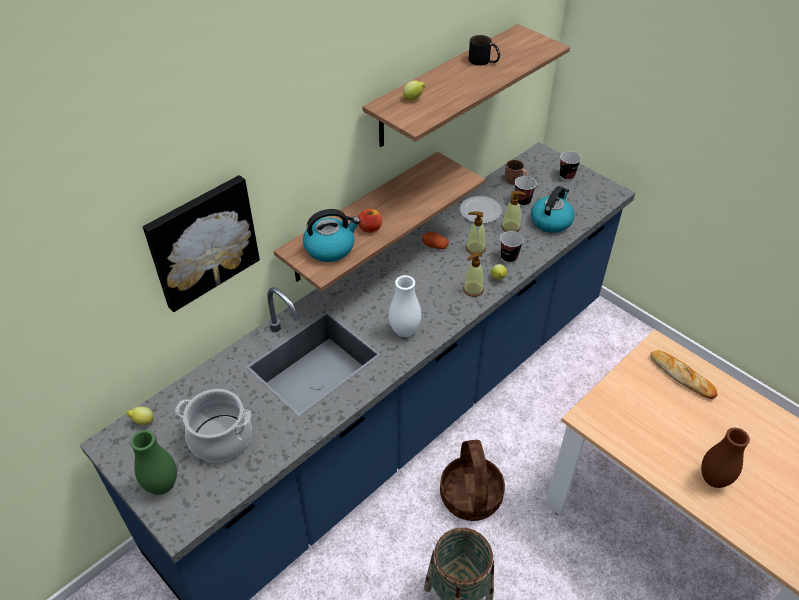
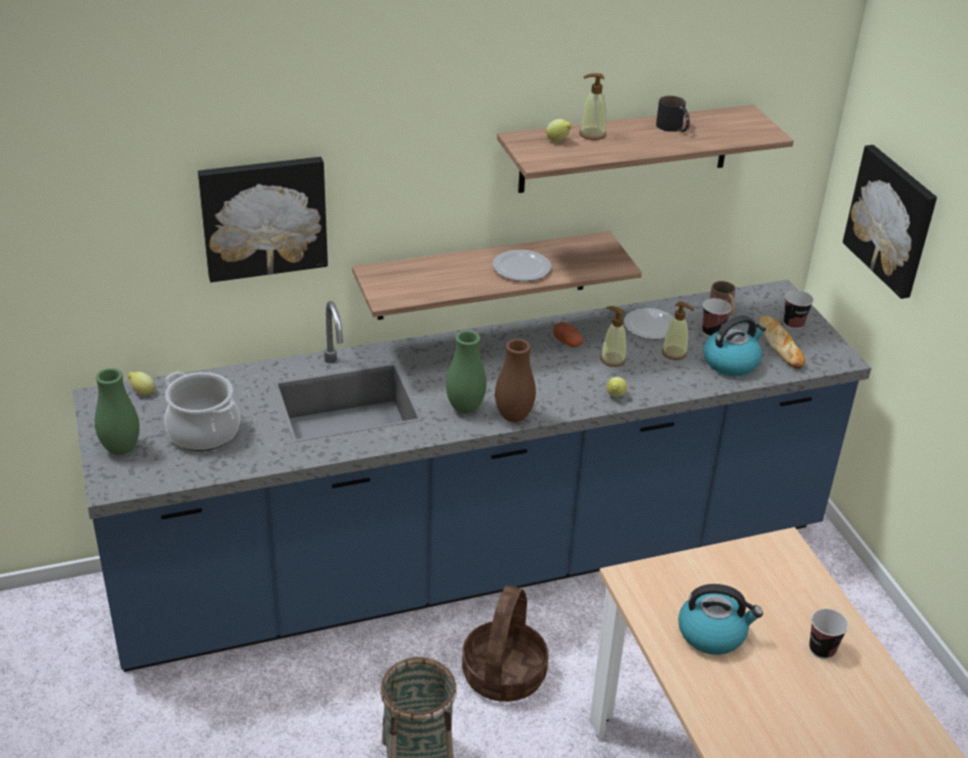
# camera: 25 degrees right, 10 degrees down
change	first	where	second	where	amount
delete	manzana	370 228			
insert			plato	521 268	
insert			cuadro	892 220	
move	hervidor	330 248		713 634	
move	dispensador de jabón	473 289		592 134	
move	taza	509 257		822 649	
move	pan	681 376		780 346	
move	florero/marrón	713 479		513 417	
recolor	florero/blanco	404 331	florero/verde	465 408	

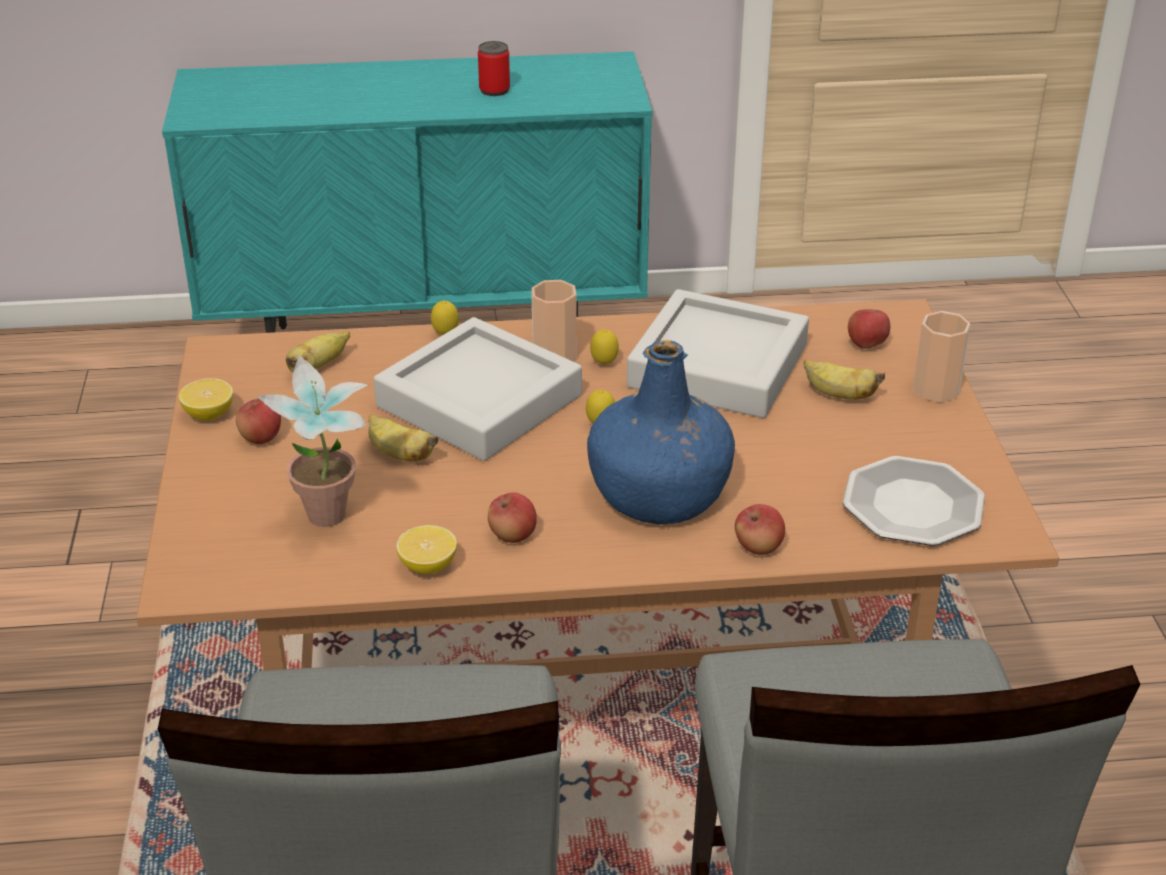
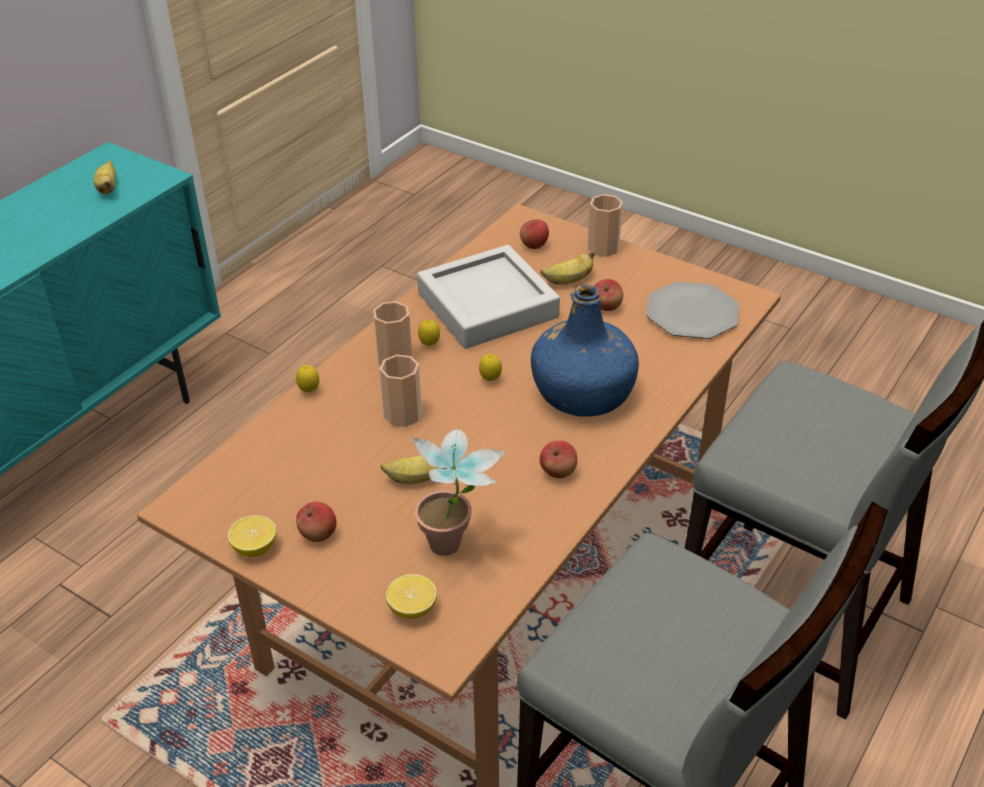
# camera: 50 degrees left, 5 degrees up
change	first	where	second	where	amount
delete	lata	494 90			
move	plátano	317 367		108 188	
move	limón	428 566		412 608	
move	manzana	758 548		606 307	
replace	bandeja/gris	479 401	taza	403 414	

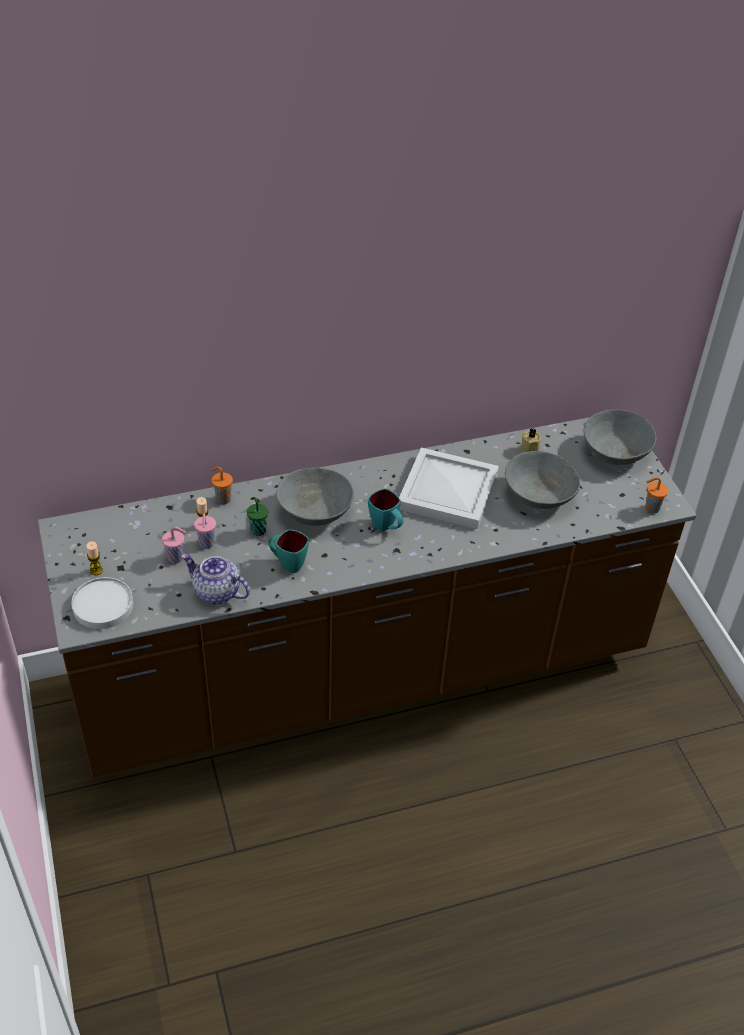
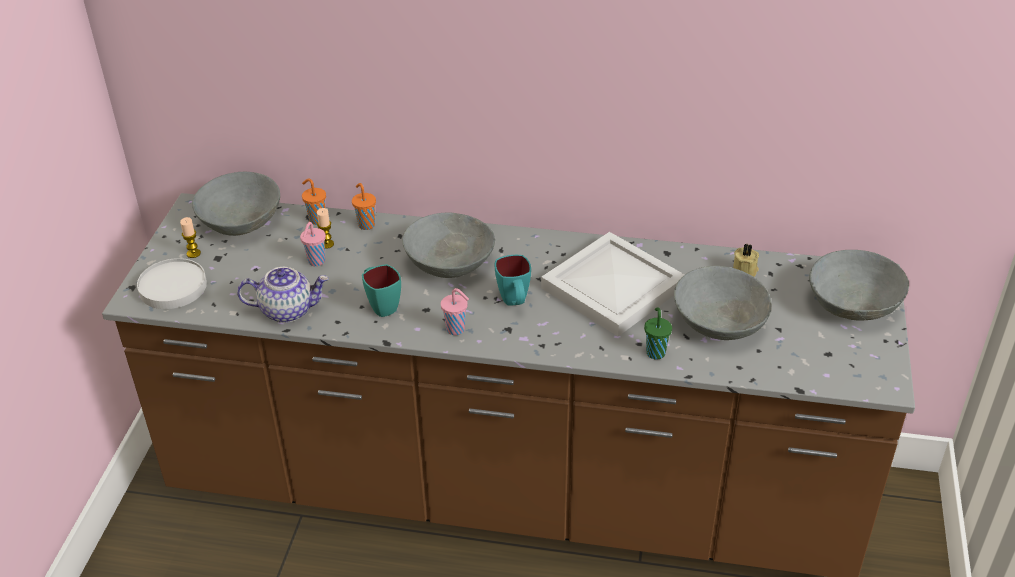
# camera: 30 degrees right, 5 degrees down
change	first	where	second	where	amount
insert			cuenco/gris	240 222	
move	taza/rosa	176 558		456 329	
move	taza/verde	257 530		655 352	
move	taza/naranja	651 508		316 219	
rotate	tetera	216 592		288 310	120 degrees clockwise

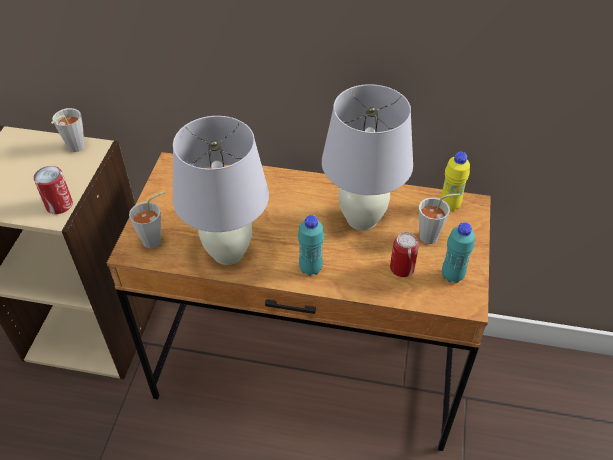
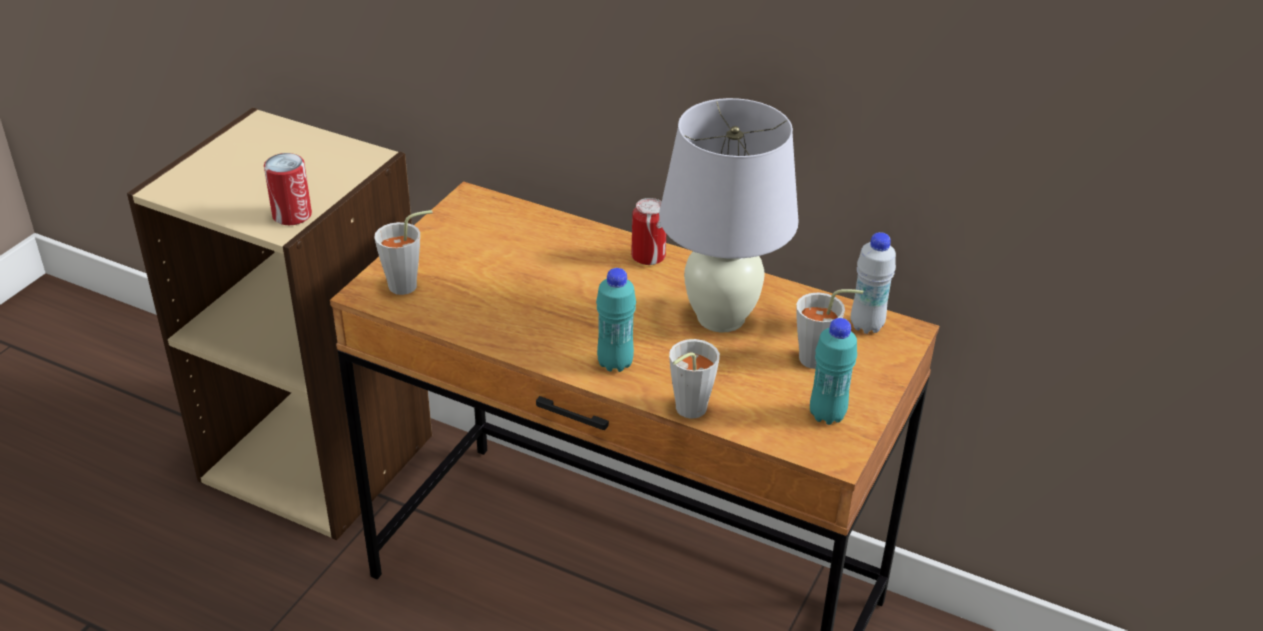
# camera: 15 degrees right, 10 degrees down
change	first	where	second	where	amount
delete	lámpara de mesa/blanco	229 252			
move	taza/gris	73 149		686 411	
move	lata	402 269		648 257	
recolor	botella/amarillo	449 205	botella/blanco	866 326	

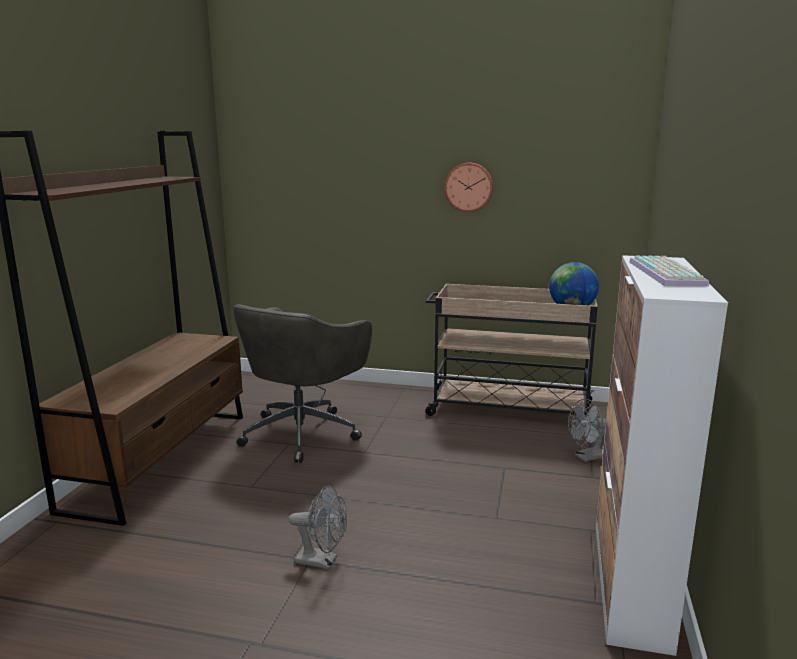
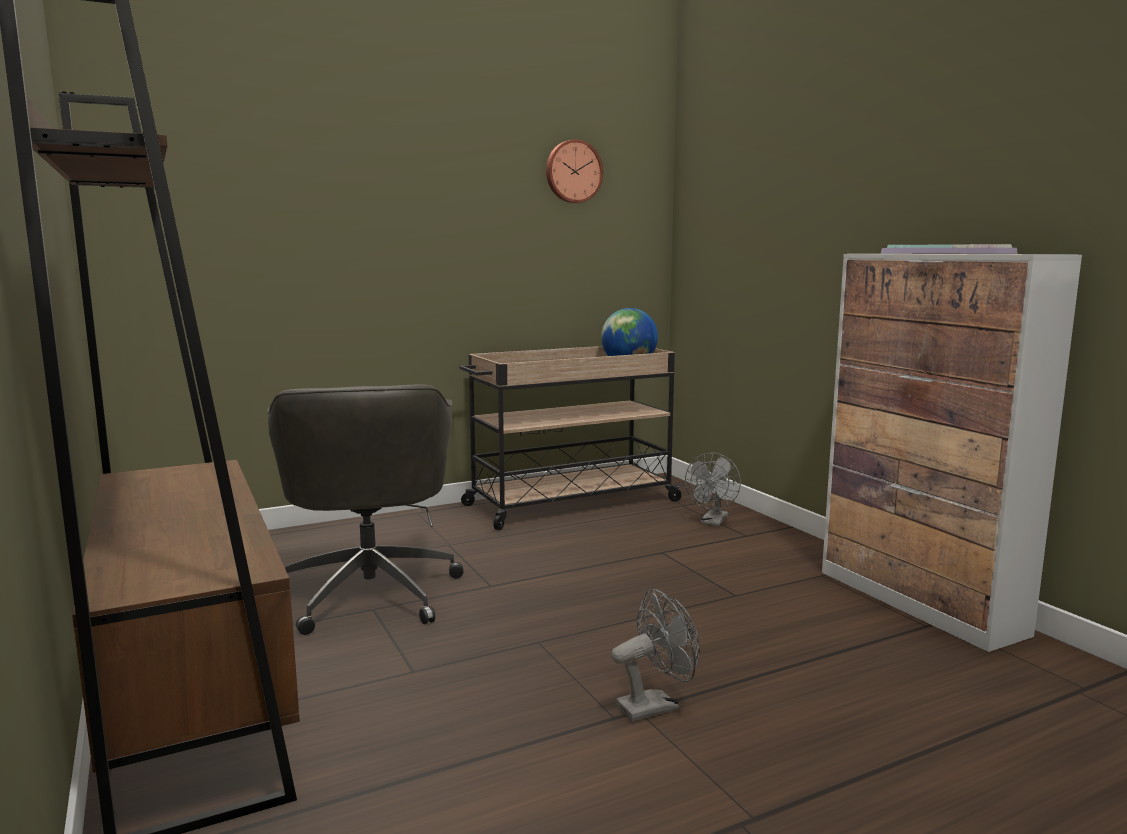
# camera: 40 degrees left, 5 degrees down
change	first	where	second	where	amount
move	reloj de pared	469 187		573 172	

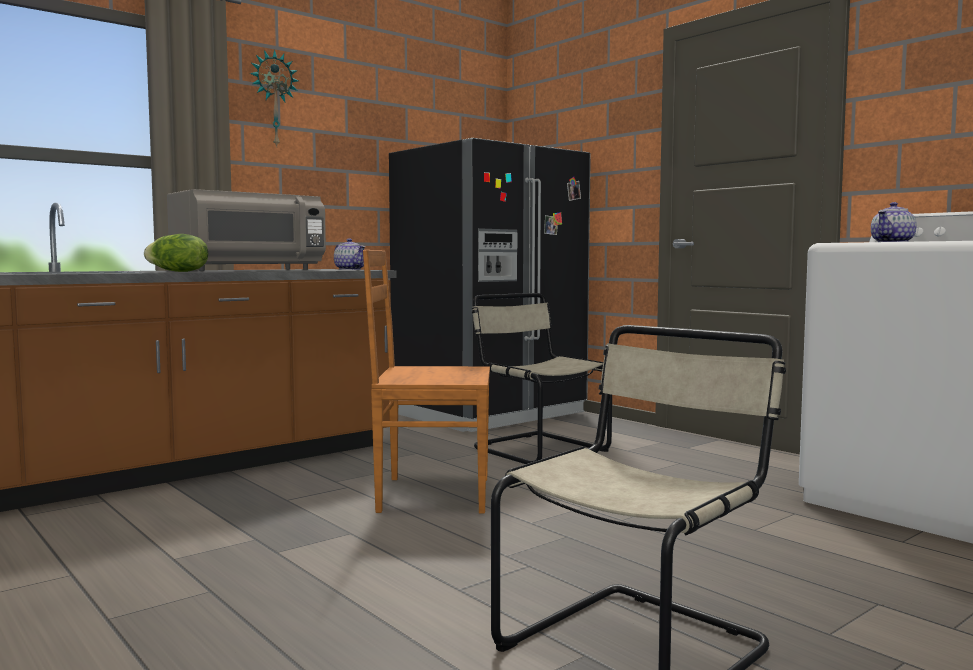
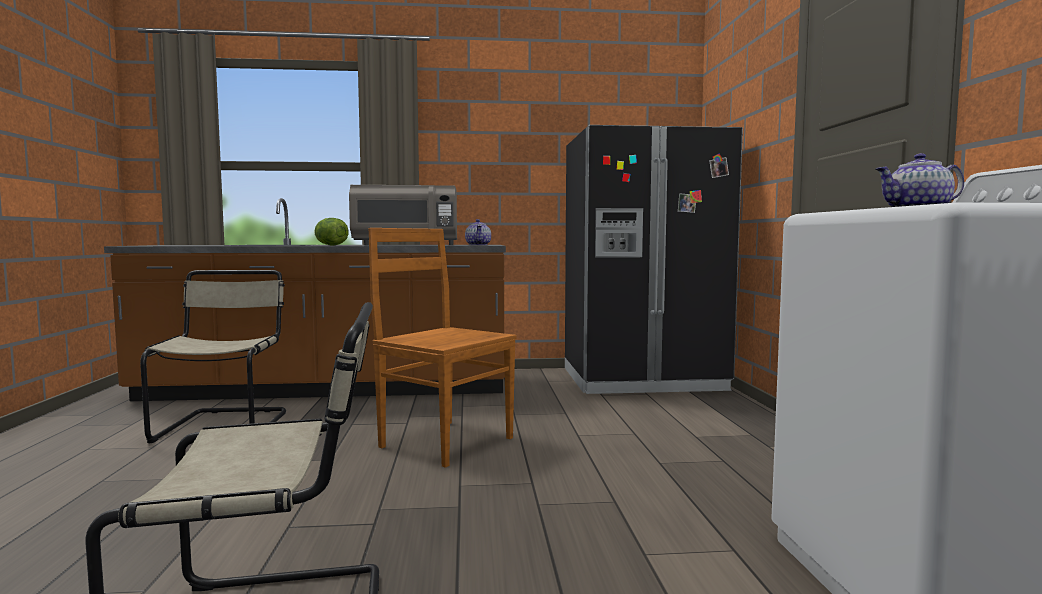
# camera: 35 degrees right, 0 degrees up
change	first	where	second	where	amount
delete	reloj de pared	273 99			
move	silla/beis	536 449		225 425	

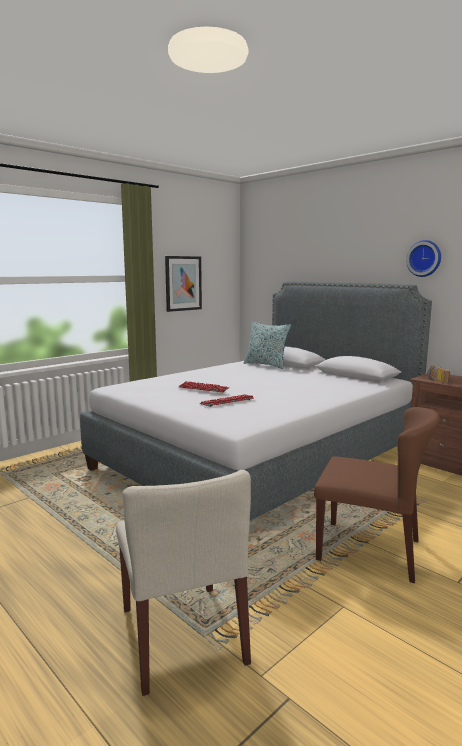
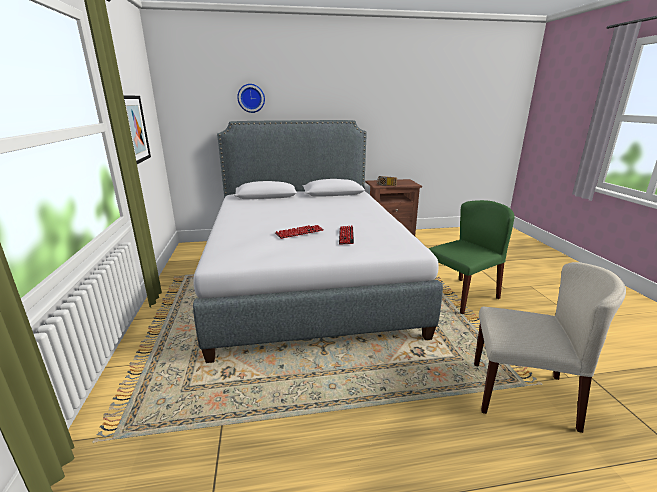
# camera: 55 degrees left, 10 degrees up
change	first	where	second	where	amount
delete	cojín	266 365			
move	reloj de pared	424 258		251 98	
recolor	silla/marrón	370 550	silla/verde	461 295	

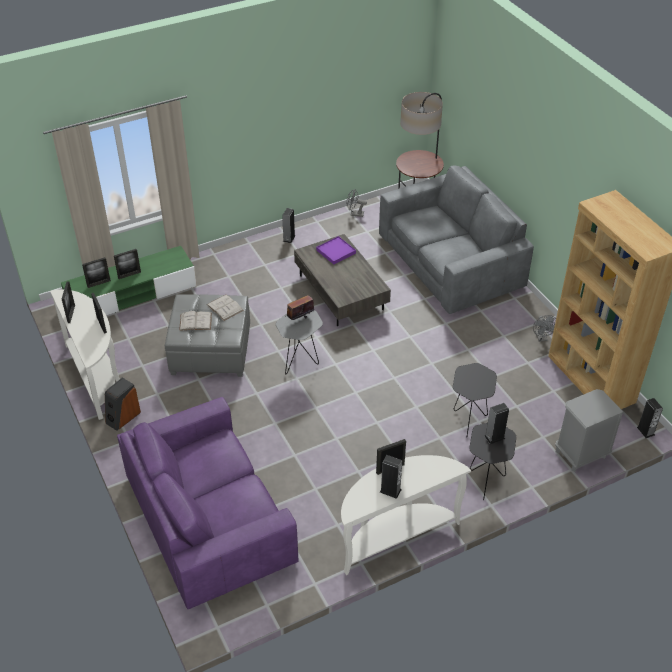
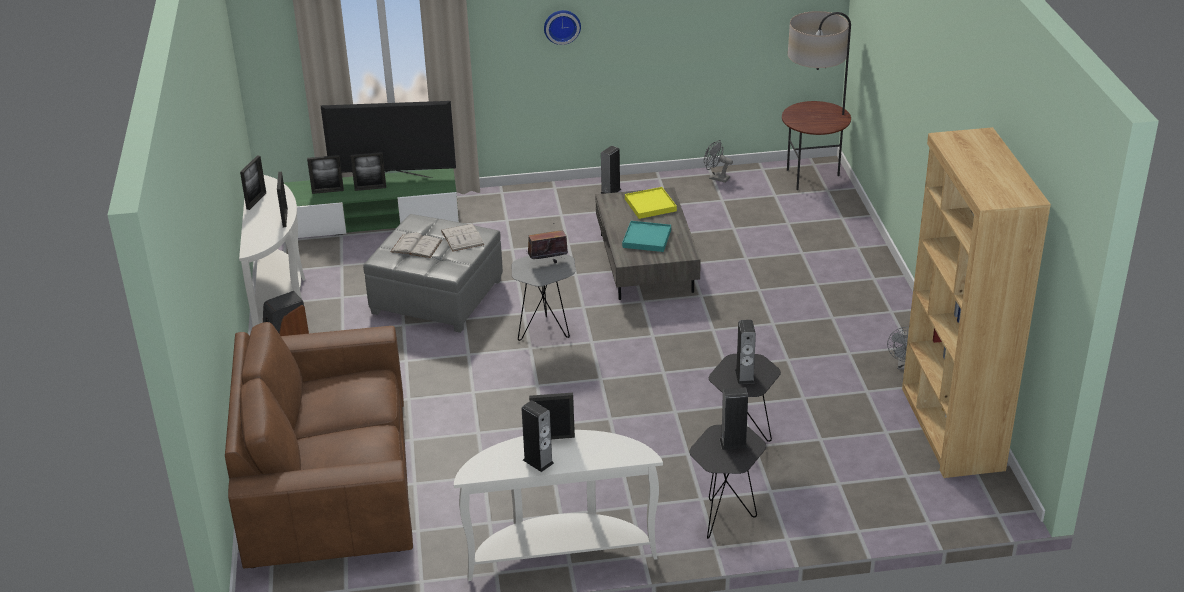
# camera: 20 degrees right, 10 degrees down
change	first	where	second	where	amount
delete	sofá/gris	451 261			
delete	mesita de noche/gris	580 454			
insert			televisor	393 178	
insert			reloj de pared	561 26	
insert			bandeja/turquesa	647 238	
move	altavoz	645 431		744 376	
recolor	sofá/morado	208 518	sofá/marrón	327 478	
recolor	bandeja/morado	336 252	bandeja/amarillo	650 205	

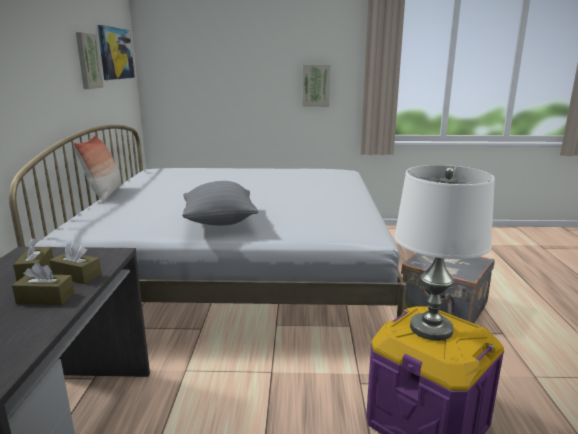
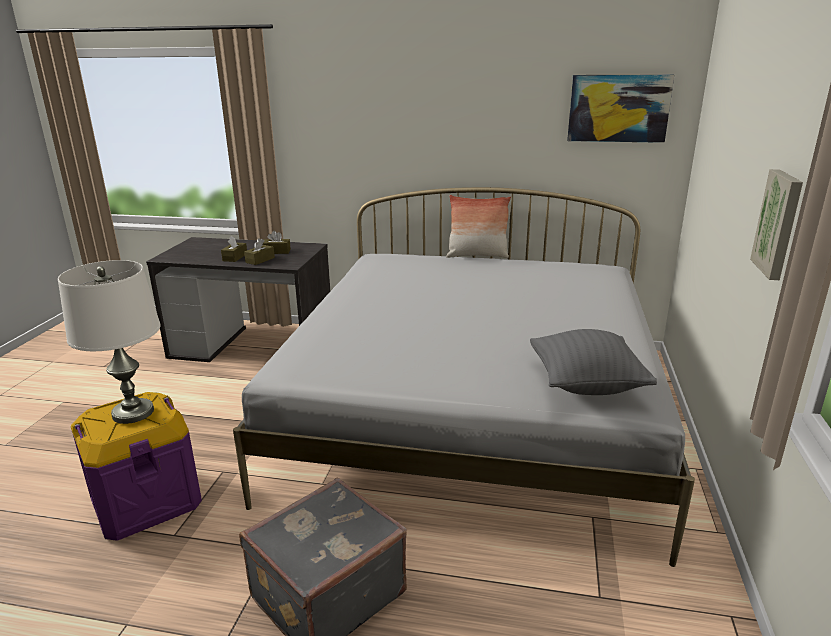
# camera: 100 degrees right, 5 degrees up
change	first	where	second	where	amount
delete	cuadro	87 61			
move	cojín/gris	219 222		586 384	

